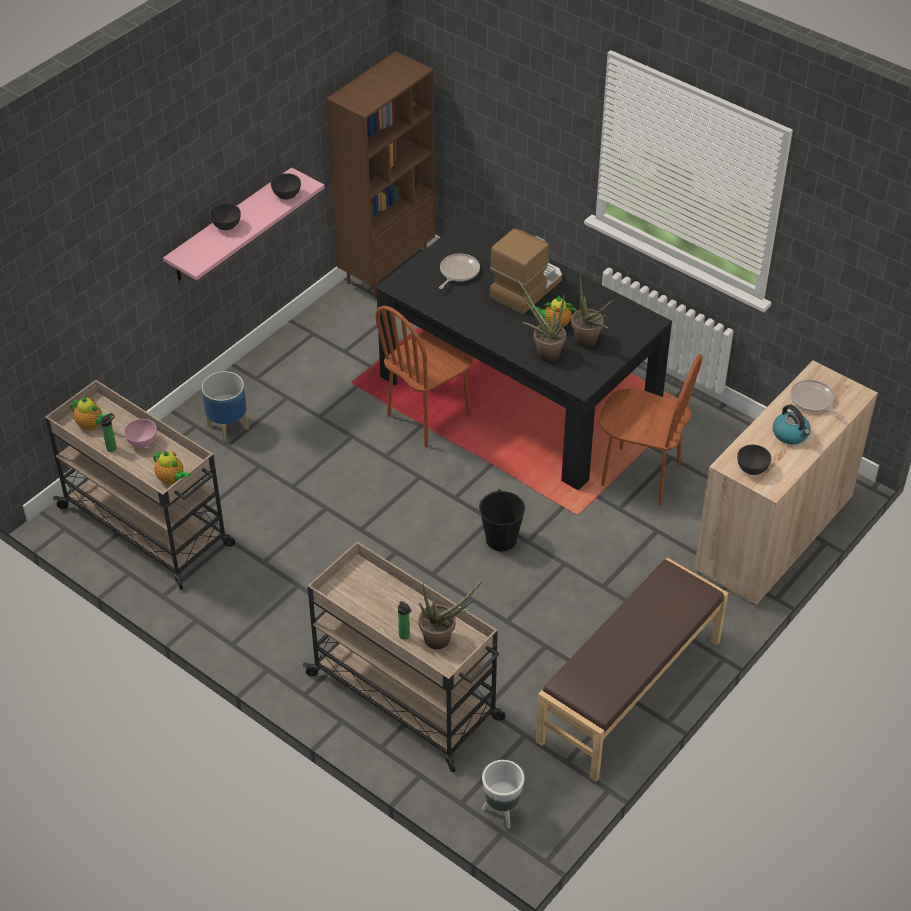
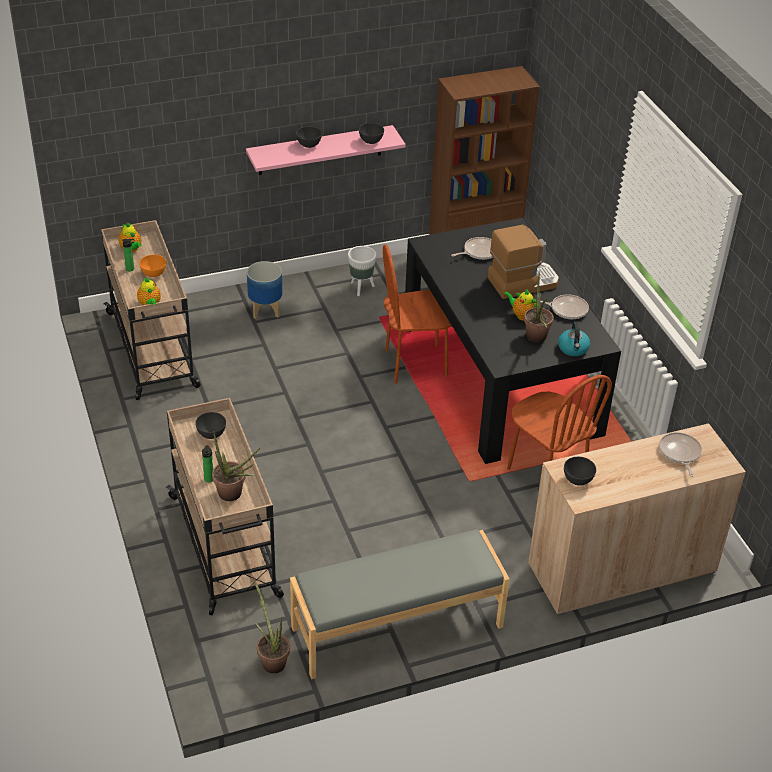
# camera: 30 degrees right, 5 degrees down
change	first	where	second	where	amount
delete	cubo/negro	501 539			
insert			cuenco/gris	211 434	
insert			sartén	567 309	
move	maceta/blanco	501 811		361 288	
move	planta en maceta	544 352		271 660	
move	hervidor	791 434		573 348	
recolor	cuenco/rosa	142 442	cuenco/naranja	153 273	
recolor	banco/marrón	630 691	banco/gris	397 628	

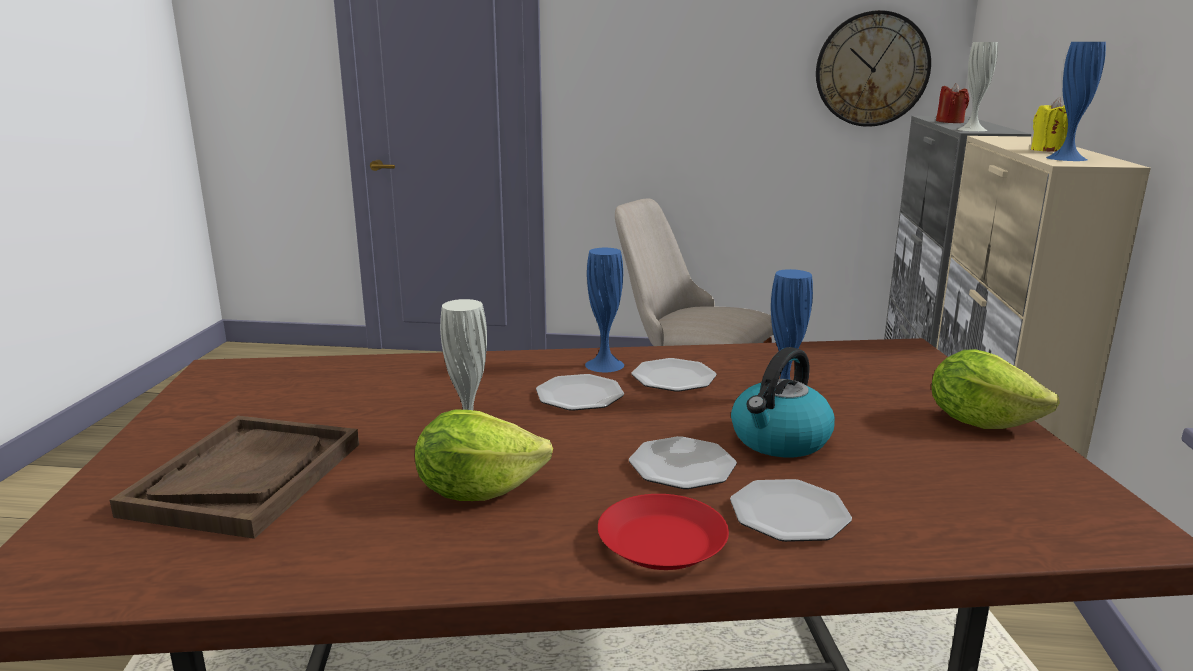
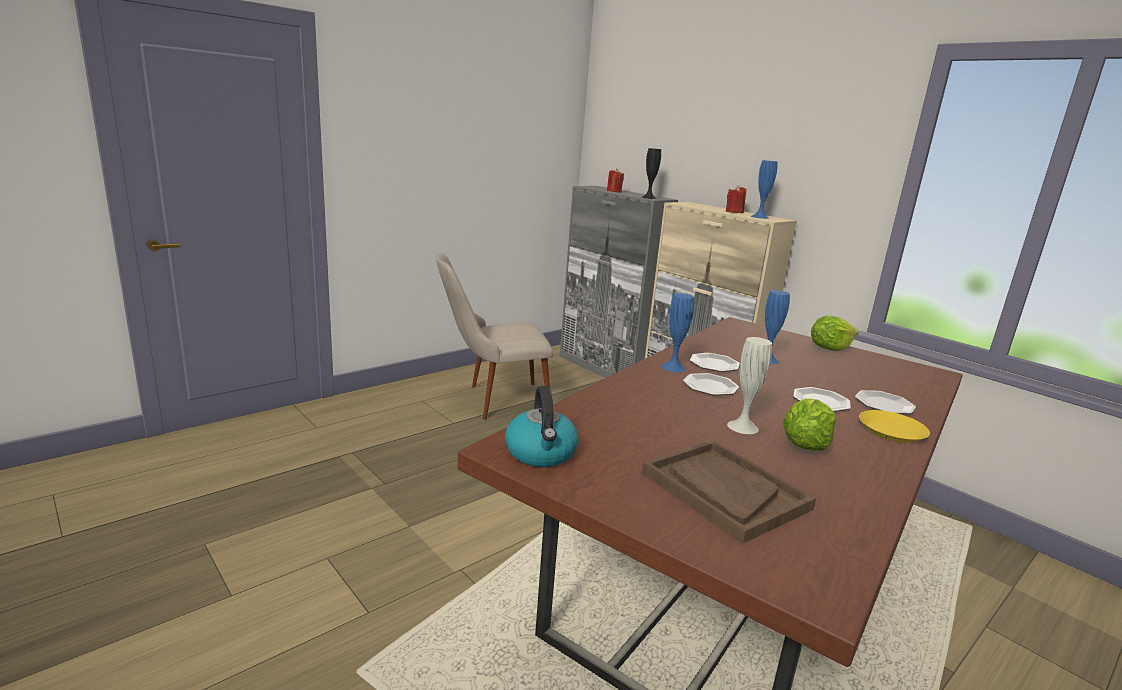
# camera: 50 degrees left, 0 degrees up
change	first	where	second	where	amount
delete	reloj de pared	872 69			
move	hervidor	779 440		541 453	
recolor	plato/rojo	661 541	plato/amarillo	890 431	
recolor	florero/blanco	972 129	florero/negro	649 197	
recolor	vela/amarillo	1049 150	vela/rojo	734 212	

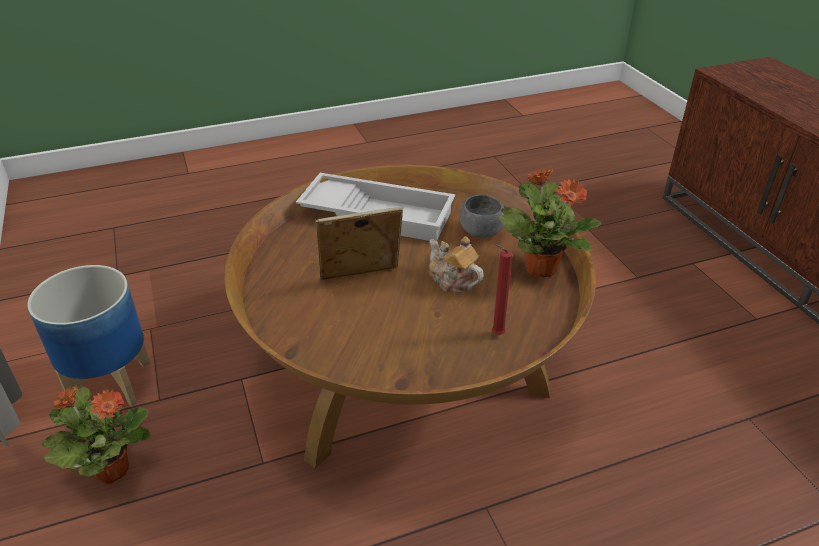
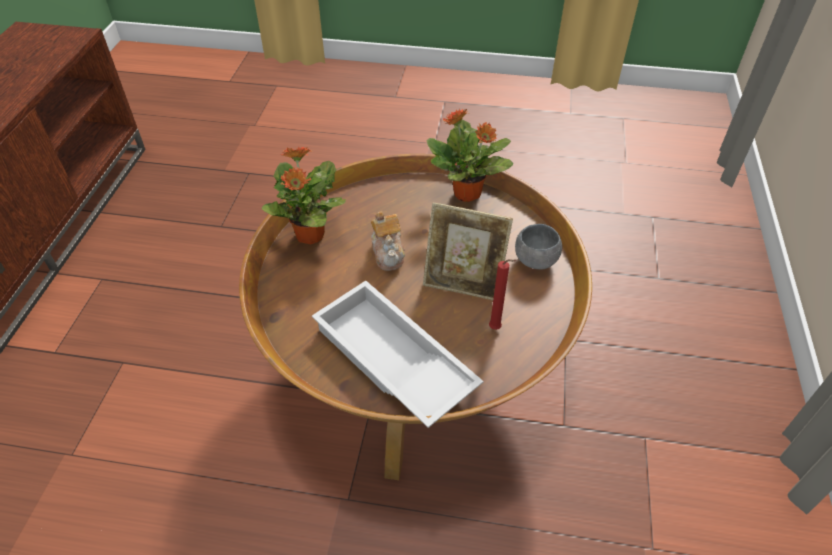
# camera: 150 degrees left, 10 degrees up
change	first	where	second	where	amount
delete	maceta	110 384			
move	planta en maceta	111 469		467 194	
move	cuenco/gris	481 232		535 260	
move	vela/rojo	495 334		496 328	

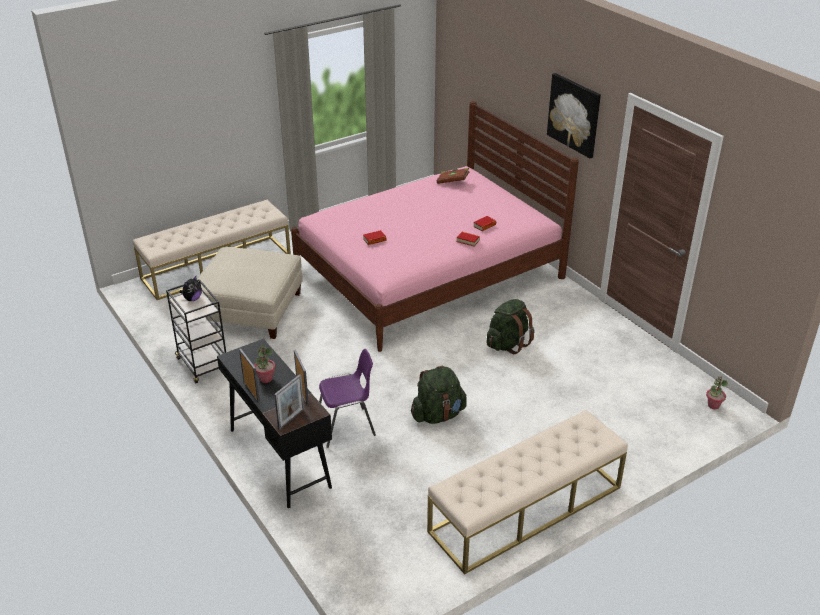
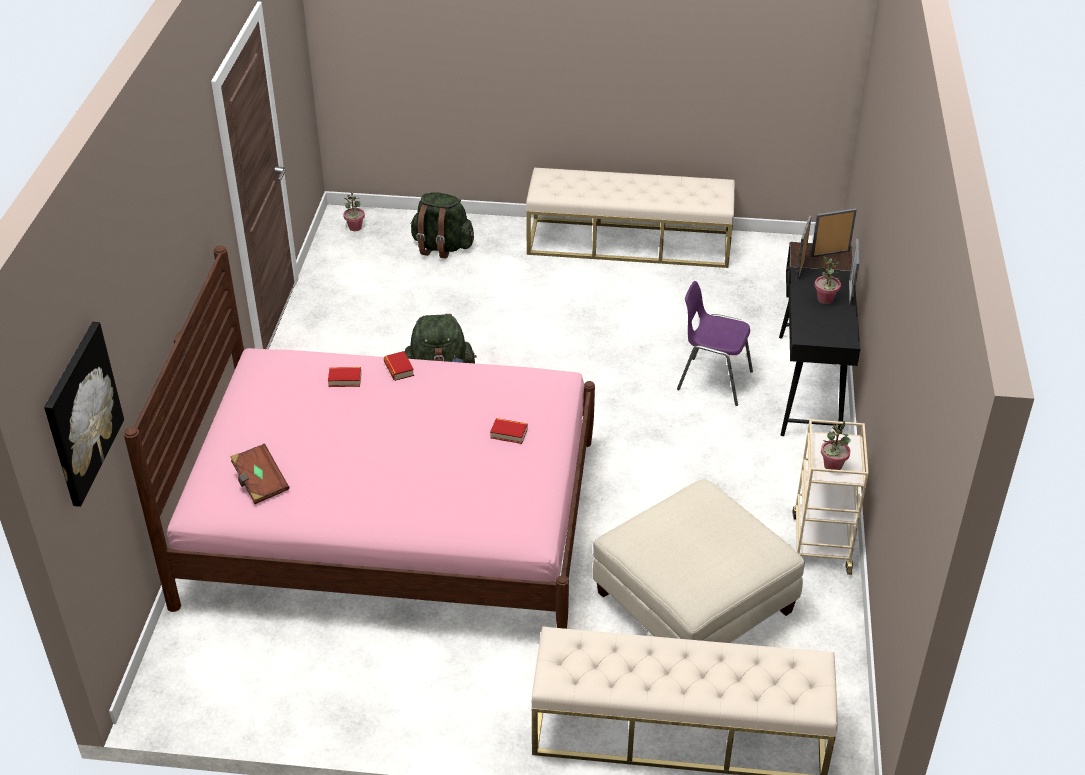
# camera: 140 degrees left, 5 degrees up
change	first	where	second	where	amount
move	mochila/verde	438 415		442 247	
move	cuadro	574 115		81 413	
replace	peluche	192 299	planta en maceta	832 466	
recolor	carrito/negro	203 365	carrito/beis	820 542	

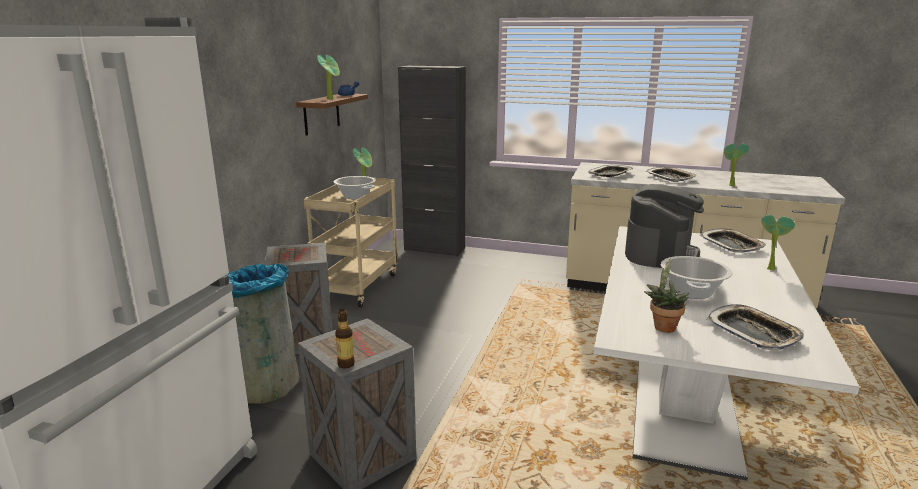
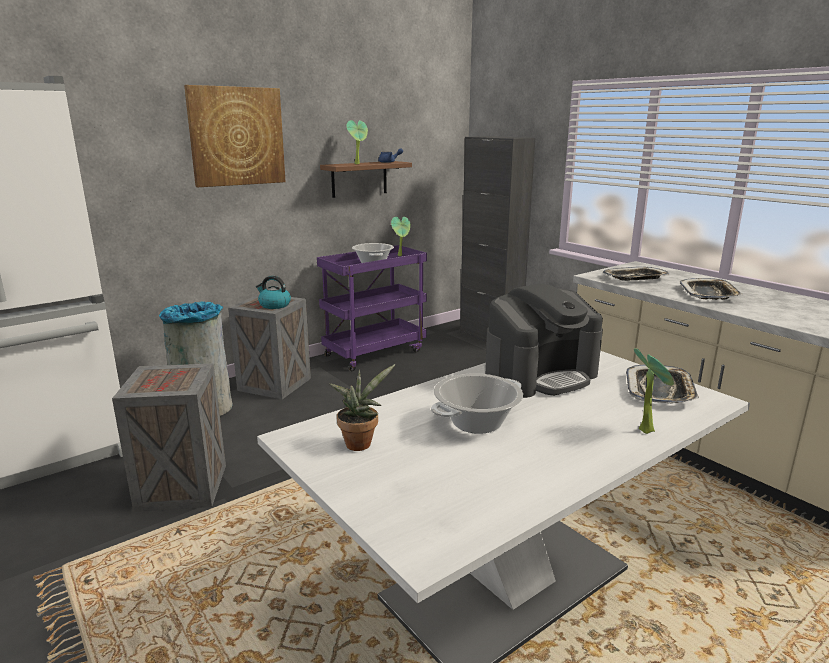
# camera: 35 degrees right, 0 degrees up
change	first	where	second	where	amount
delete	botella	346 364			
delete	bandeja	753 332			
delete	planta en maceta	730 185			
insert			cuadro	237 136	
insert			hervidor	274 305	
recolor	carrito/beis	357 286	carrito/morado	375 353	

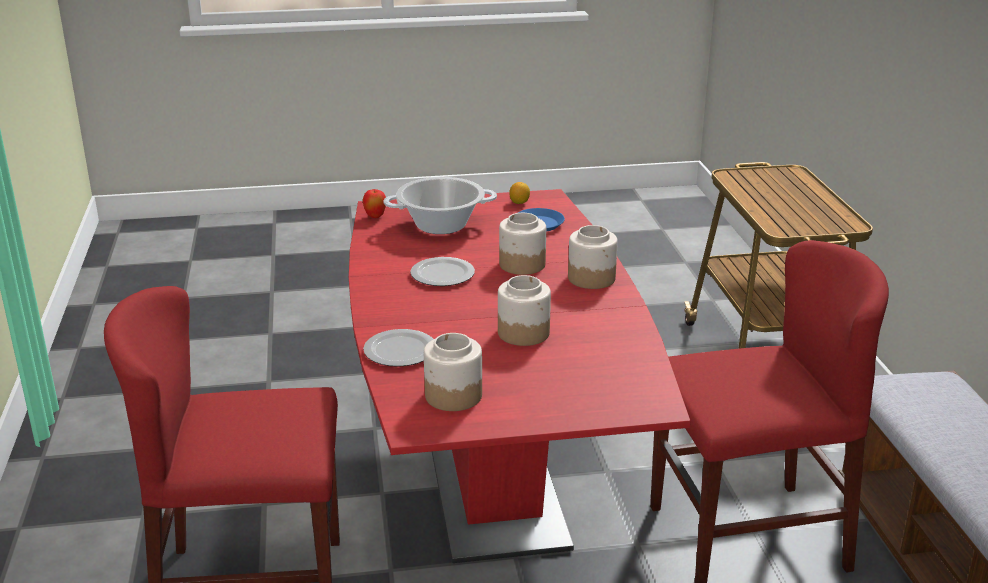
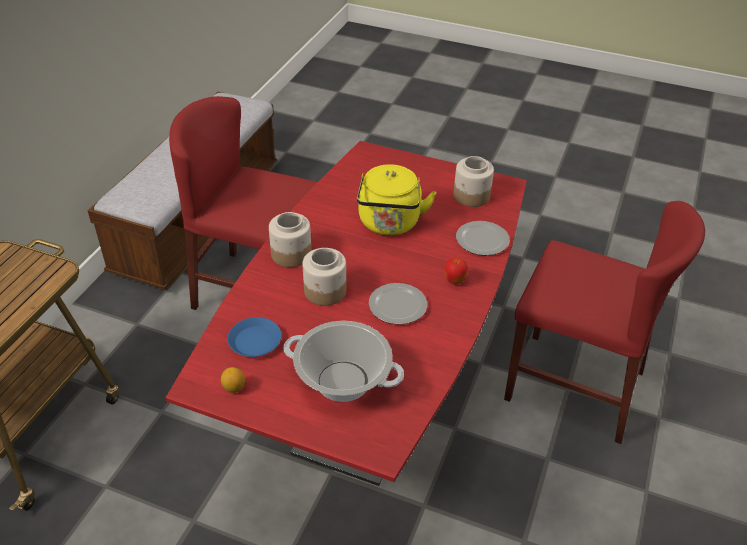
# camera: 150 degrees left, 15 degrees up
change	first	where	second	where	amount
move	manzana	375 217		454 281	
replace	tarro	523 333	hervidor/amarillo	389 224	

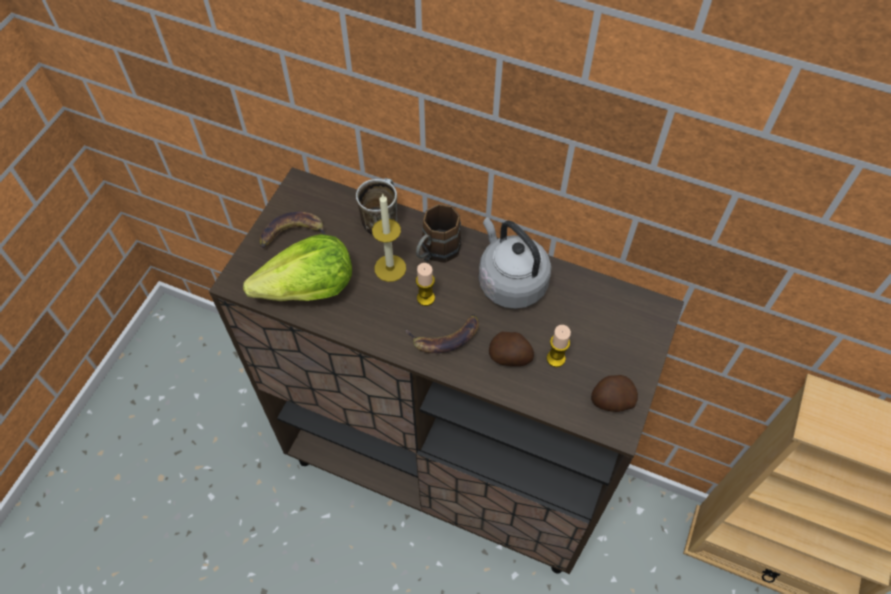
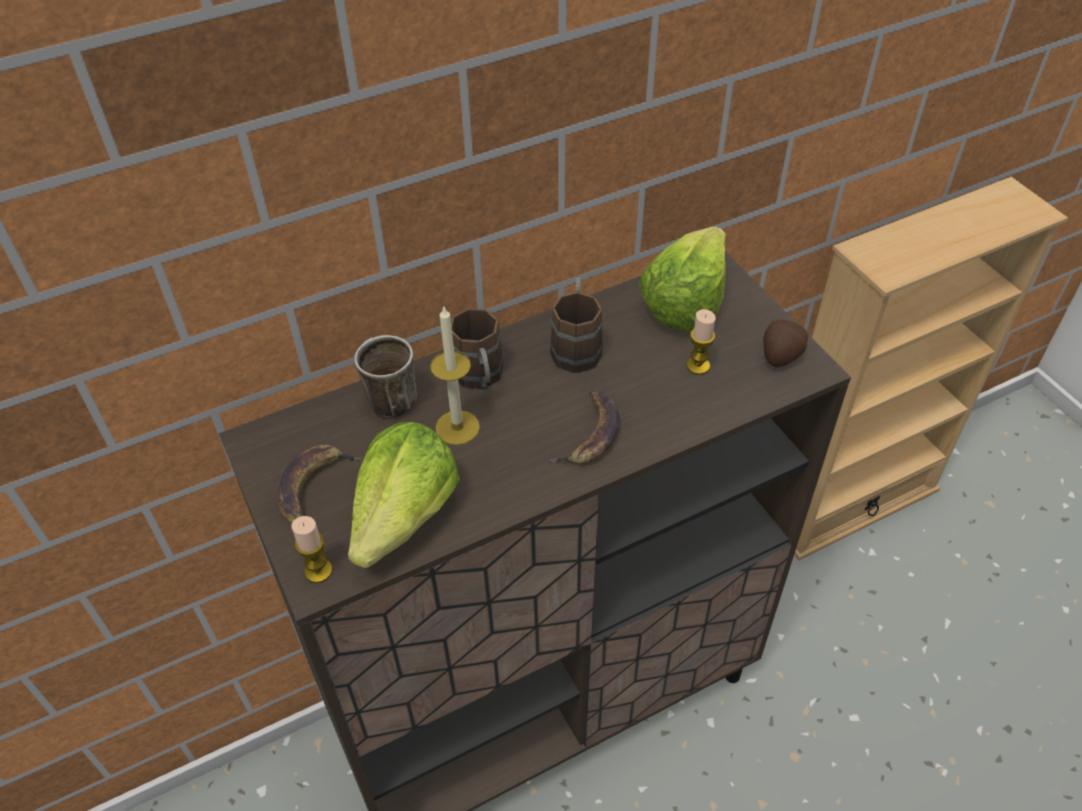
# camera: 50 degrees left, 10 degrees down
change	first	where	second	where	amount
delete	patata	510 357			
insert			lechuga	684 301	
move	vela	425 298		318 571	
replace	hervidor/gris	510 281	taza grande/marrón	576 345	

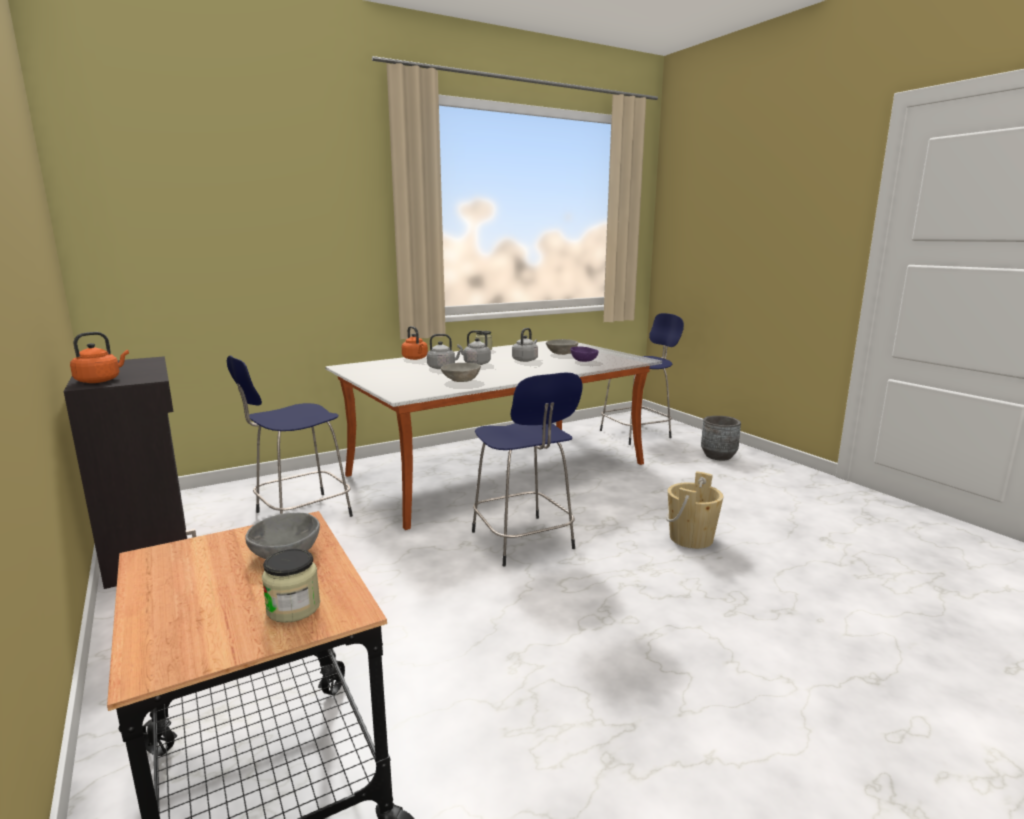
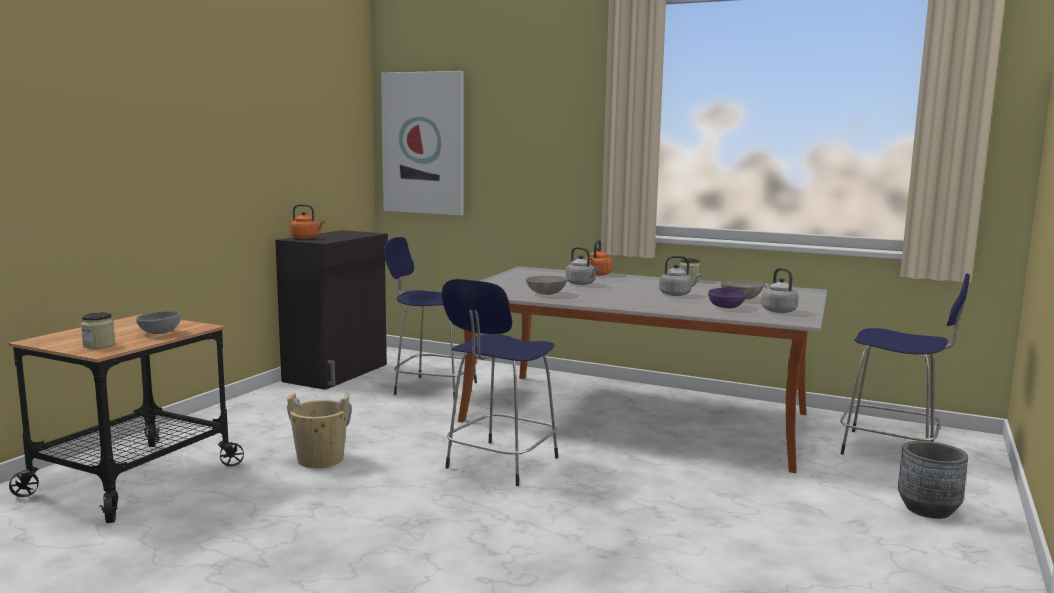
# camera: 55 degrees right, 5 degrees down
change	first	where	second	where	amount
insert			cuadro	424 143	
move	hervidor/gris	475 363		777 311	
move	cubo/beis	691 538		320 459	

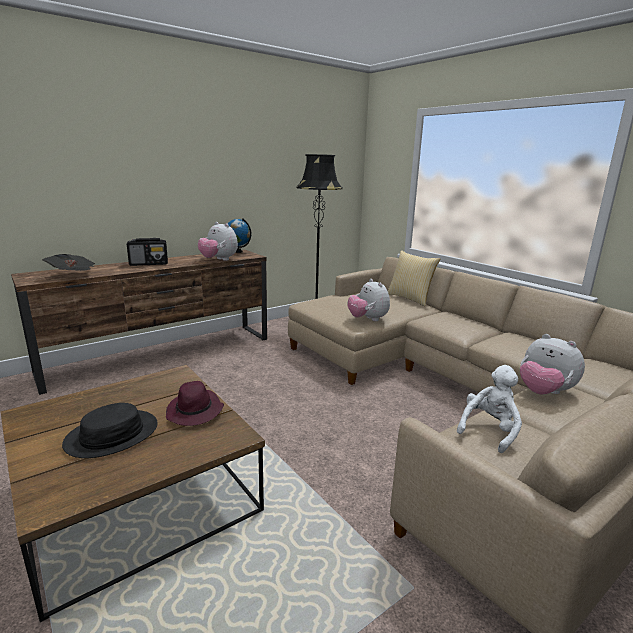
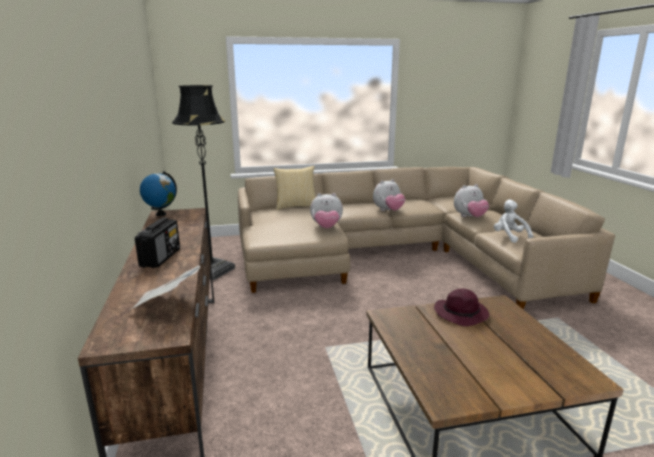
# camera: 65 degrees left, 0 degrees up
change	first	where	second	where	amount
delete	sombrero/negro	112 435			
move	peluche	219 260		388 211	

